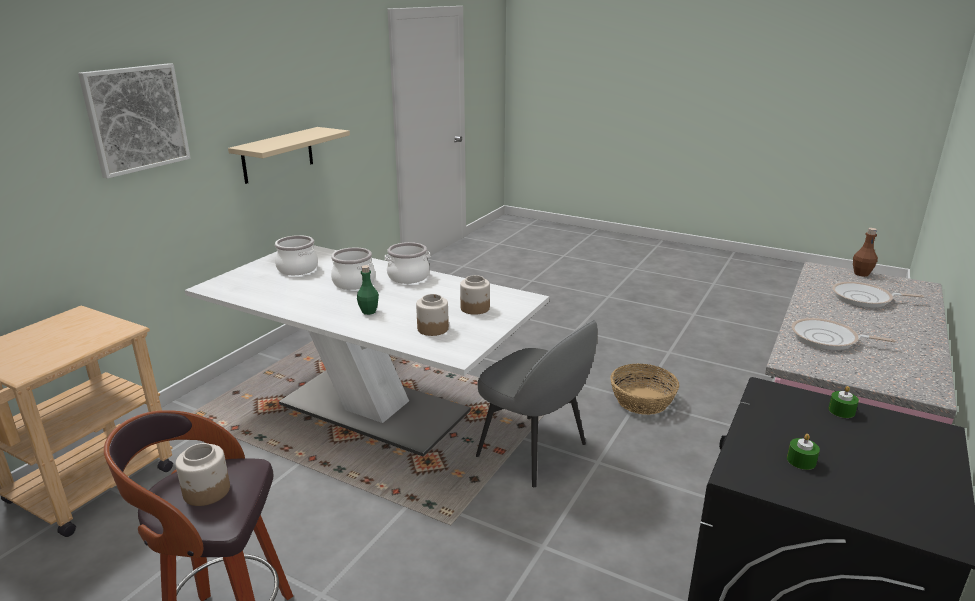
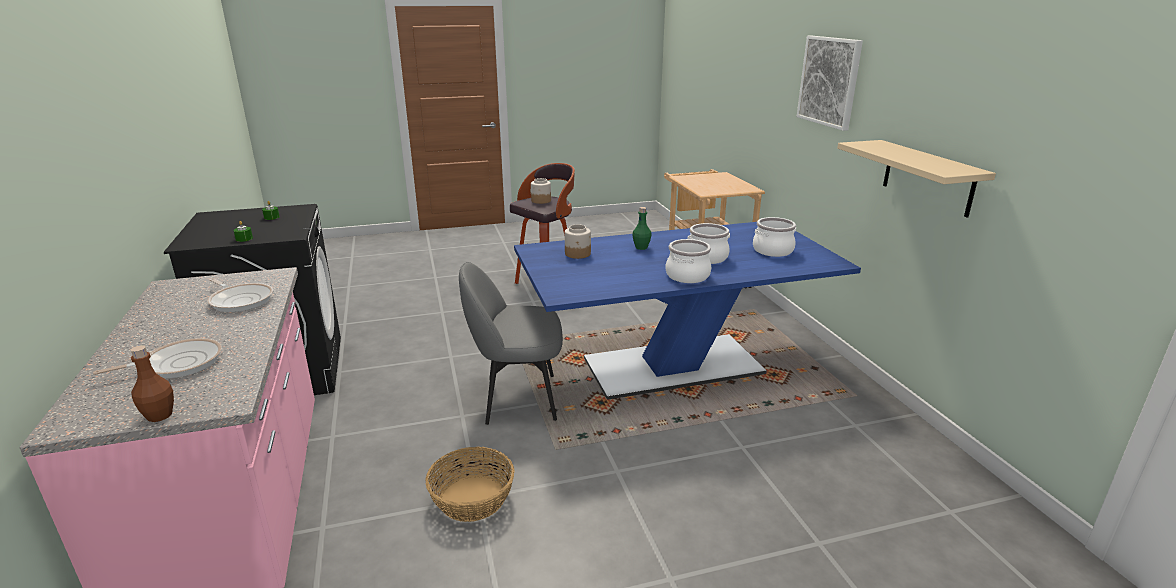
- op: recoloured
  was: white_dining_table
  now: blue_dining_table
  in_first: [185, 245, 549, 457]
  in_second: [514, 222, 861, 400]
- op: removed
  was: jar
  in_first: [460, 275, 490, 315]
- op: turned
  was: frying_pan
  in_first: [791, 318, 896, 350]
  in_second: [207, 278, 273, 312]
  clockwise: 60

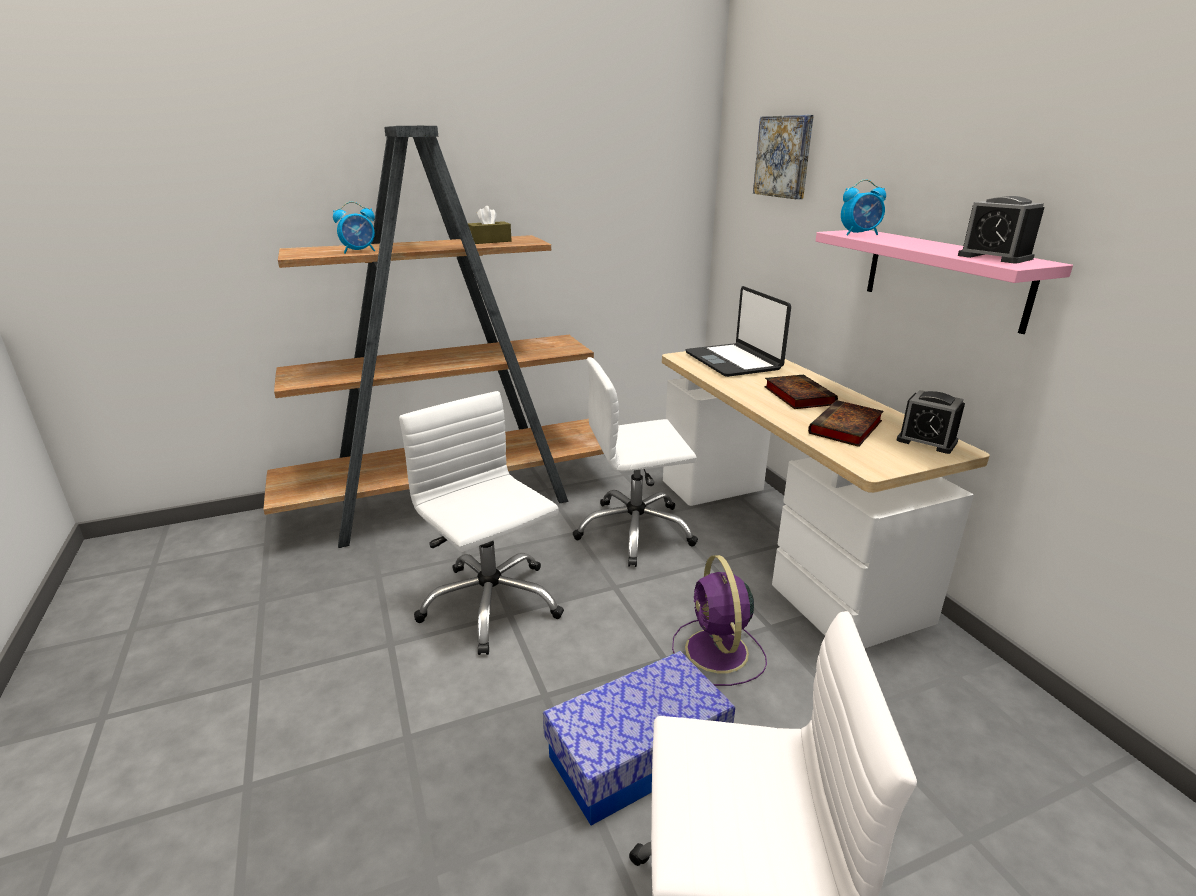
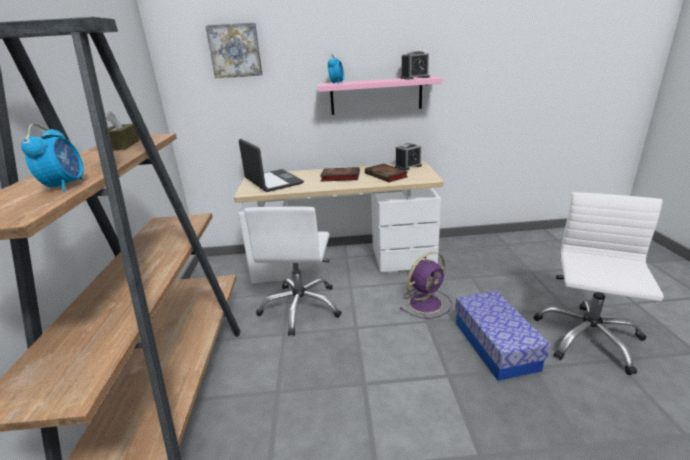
- op: turned
  was: laptop
  in_first: [686, 286, 791, 377]
  in_second: [239, 139, 304, 192]
  clockwise: -120
- op: removed
  was: white_office_chair
  in_first: [399, 391, 564, 655]
- op: turned
  was: purple_fan
  in_first: [672, 555, 767, 686]
  in_second: [400, 252, 452, 319]
  clockwise: -45

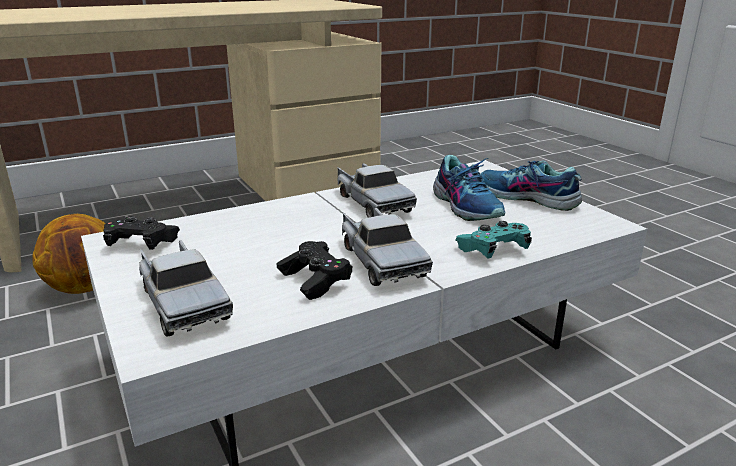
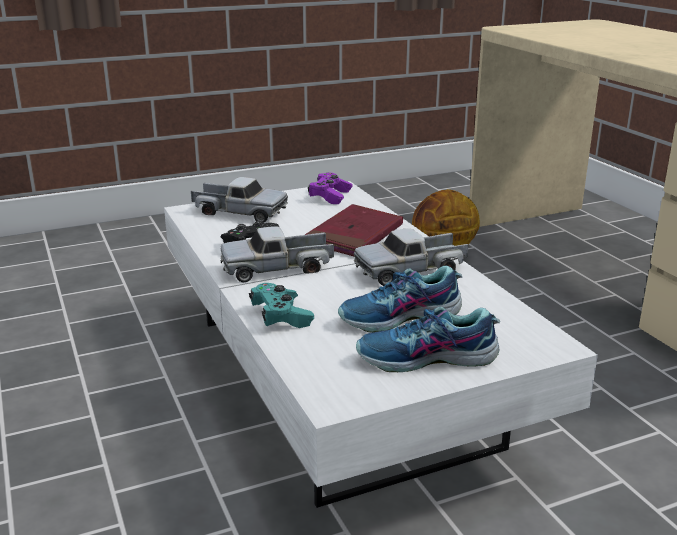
- op: turned
  was: shoe
  in_first: [481, 160, 582, 211]
  in_second: [356, 307, 500, 372]
  clockwise: -135
- op: recoloured
  was: black_game_controller
  now: purple_game_controller
  in_first: [103, 216, 180, 250]
  in_second: [308, 173, 352, 204]
- op: turned
  was: toy_truck
  in_first: [139, 240, 233, 337]
  in_second: [191, 177, 288, 223]
  clockwise: -135
- op: added
  now: red_book
  in_second: [305, 204, 403, 256]

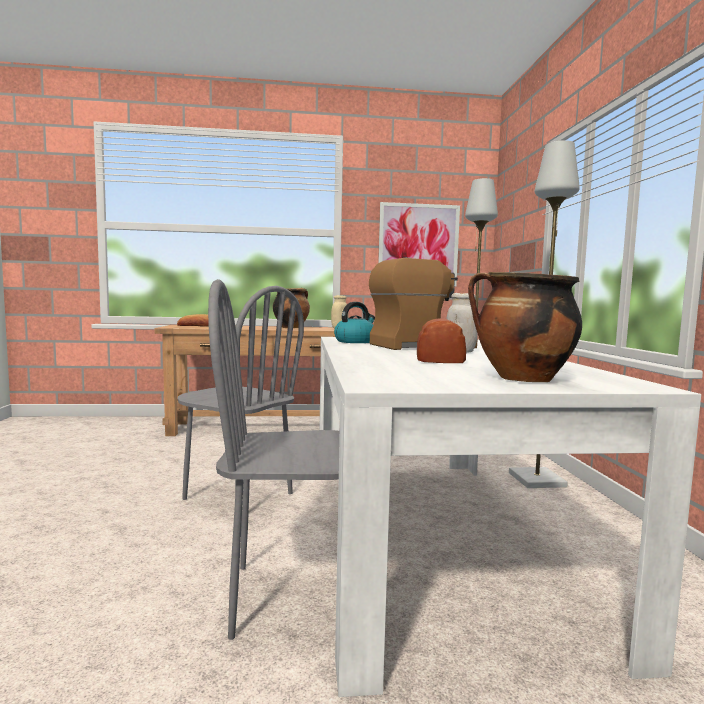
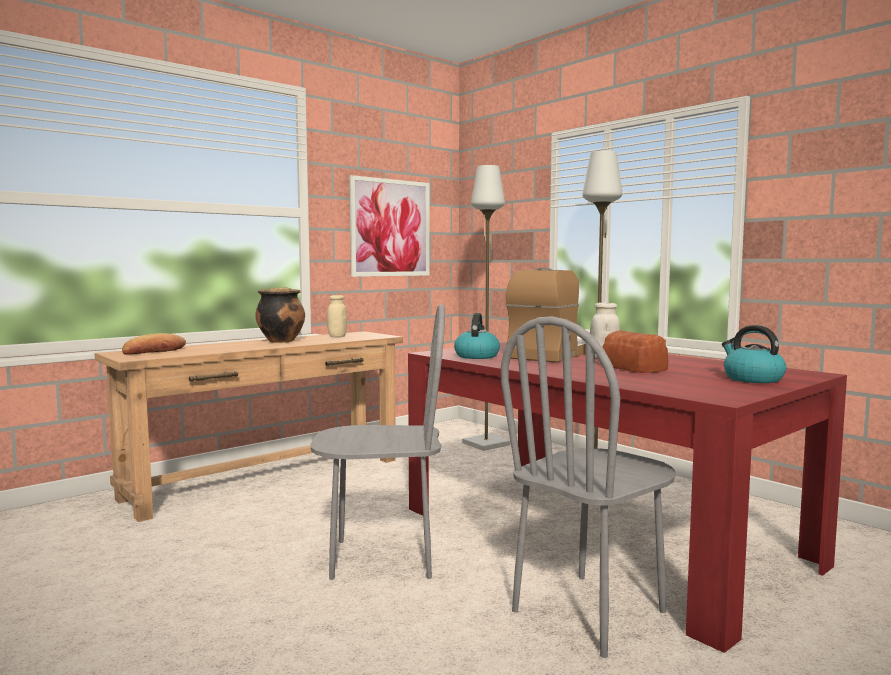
- op: replaced
  was: cooking_pot
  now: kettle
  in_first: [468, 272, 582, 382]
  in_second: [722, 325, 786, 383]
- op: recoloured
  was: white_dining_table
  now: red_dining_table
  in_first: [320, 337, 701, 697]
  in_second: [408, 342, 847, 653]

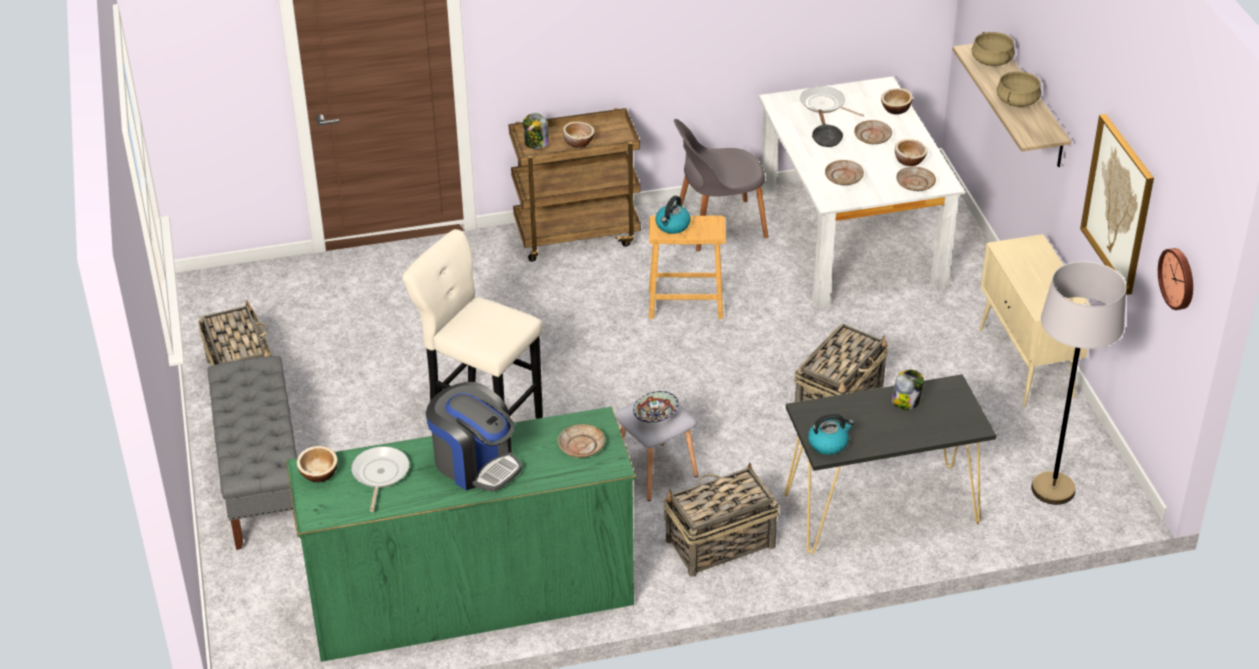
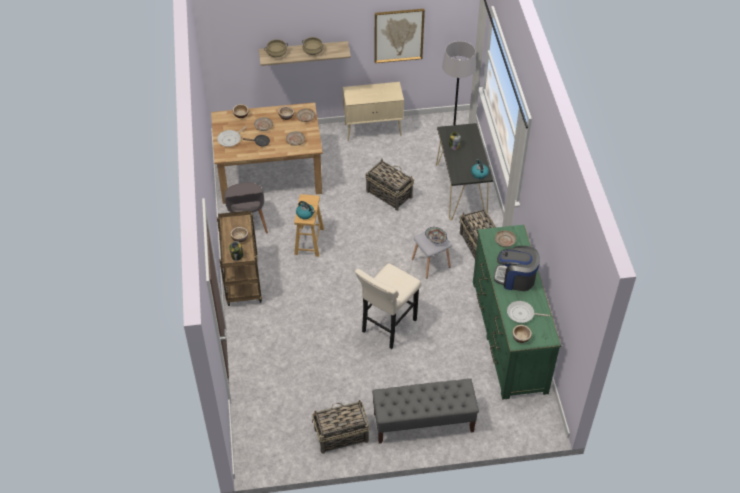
- op: recoloured
  was: white_dining_table
  now: brown_dining_table
  in_first: [758, 77, 965, 309]
  in_second: [211, 102, 323, 204]
- op: removed
  was: wall_clock
  in_first: [1158, 248, 1193, 310]
- op: turned
  was: coffee_machine
  in_first: [426, 382, 522, 491]
  in_second: [494, 246, 540, 291]
  clockwise: -120

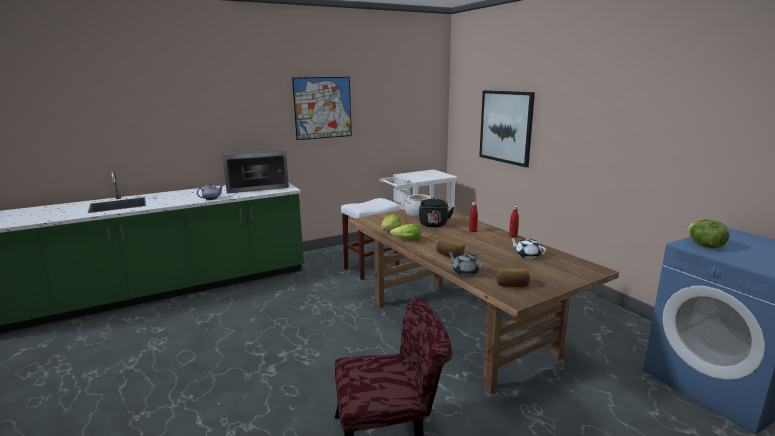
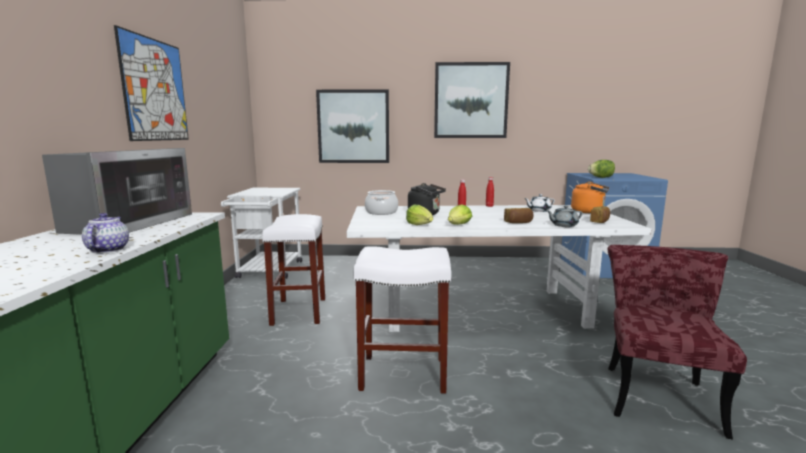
- op: recoloured
  was: brown_dining_table
  now: white_dining_table
  in_first: [348, 209, 619, 394]
  in_second: [347, 205, 652, 332]
- op: added
  now: picture
  in_second: [434, 62, 510, 138]
- op: added
  now: orange_kettle
  in_second: [571, 182, 609, 213]
- op: added
  now: white_stool
  in_second: [353, 246, 451, 394]

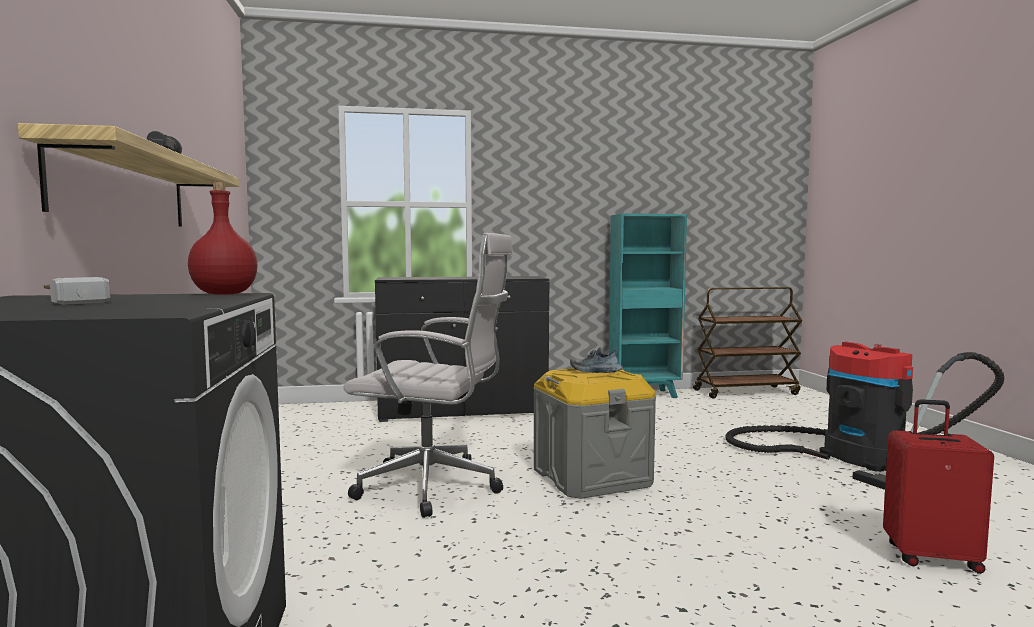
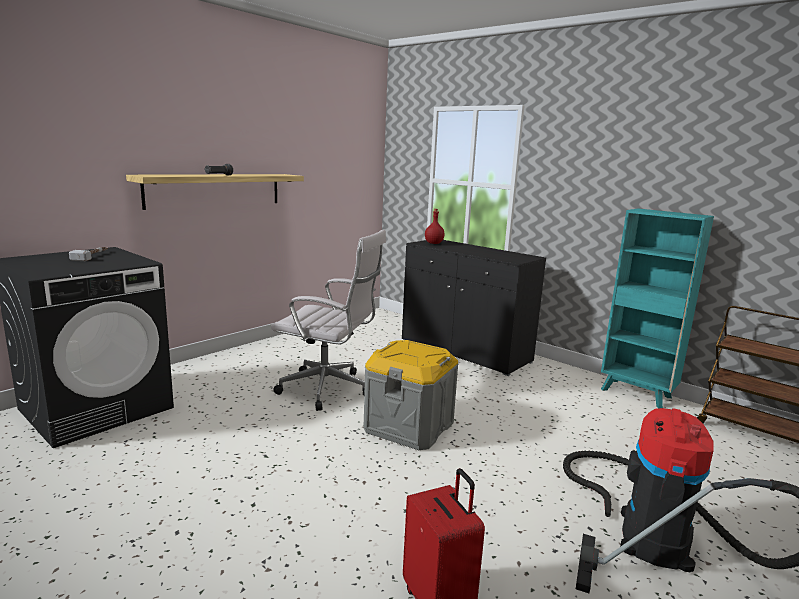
- op: moved
  was: red_bottle
  in_first: [188, 182, 258, 295]
  in_second: [425, 209, 445, 244]
- op: turned
  was: white_office_chair
  in_first: [344, 233, 513, 518]
  in_second: [271, 229, 386, 411]
  clockwise: -45
- op: removed
  was: shoe
  in_first: [570, 347, 623, 373]

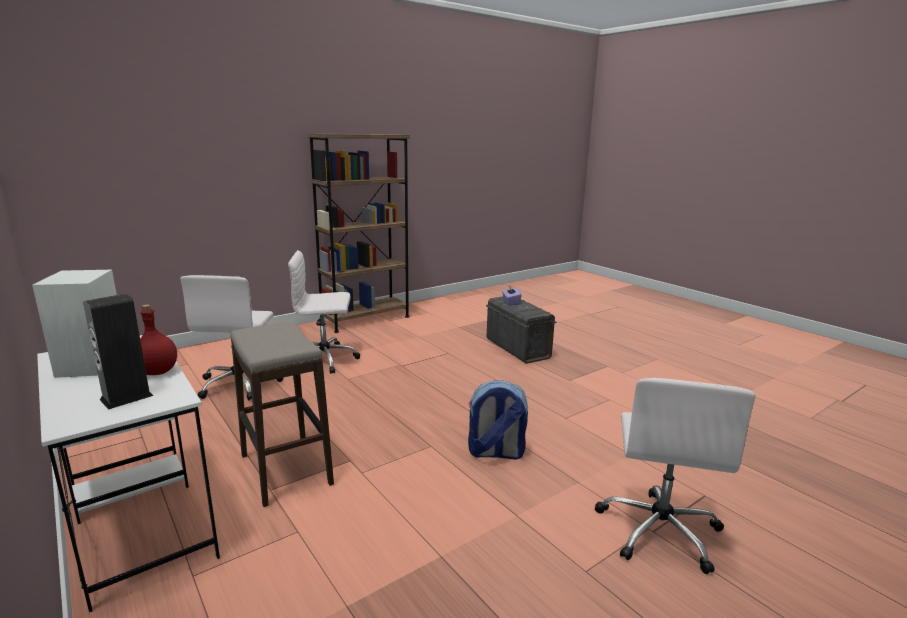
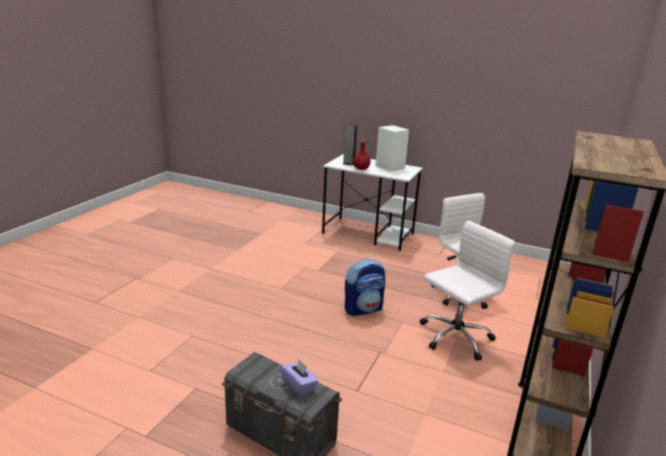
- op: removed
  was: stool
  in_first: [230, 321, 334, 507]
- op: removed
  was: white_office_chair
  in_first: [595, 378, 756, 574]
- op: moved
  was: backpack
  in_first: [468, 380, 528, 460]
  in_second: [345, 259, 386, 316]

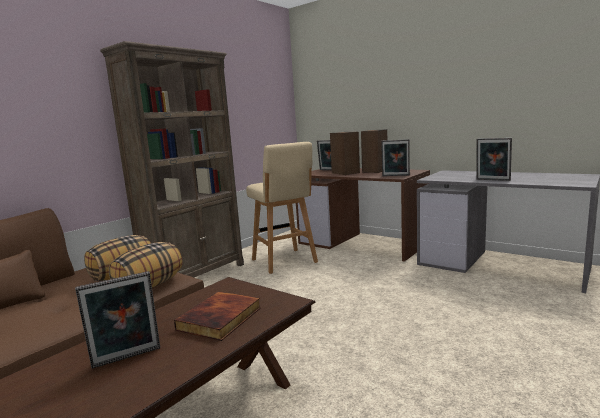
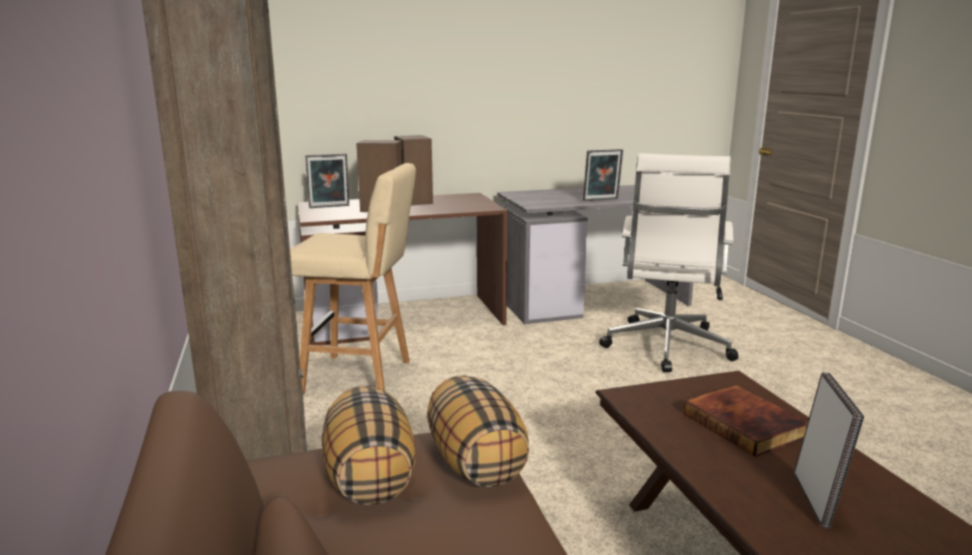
- op: removed
  was: picture_frame
  in_first: [381, 139, 410, 176]
- op: added
  now: white_office_chair
  in_second: [599, 153, 738, 372]

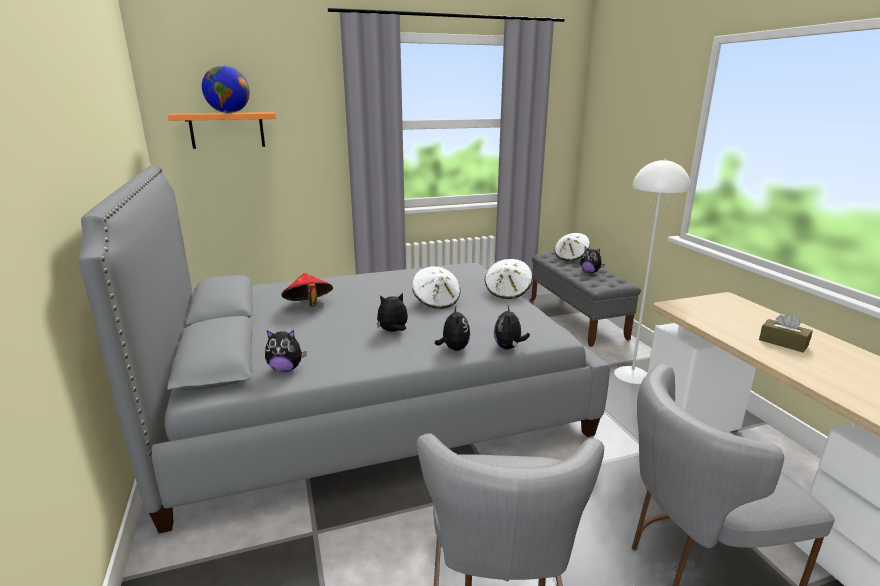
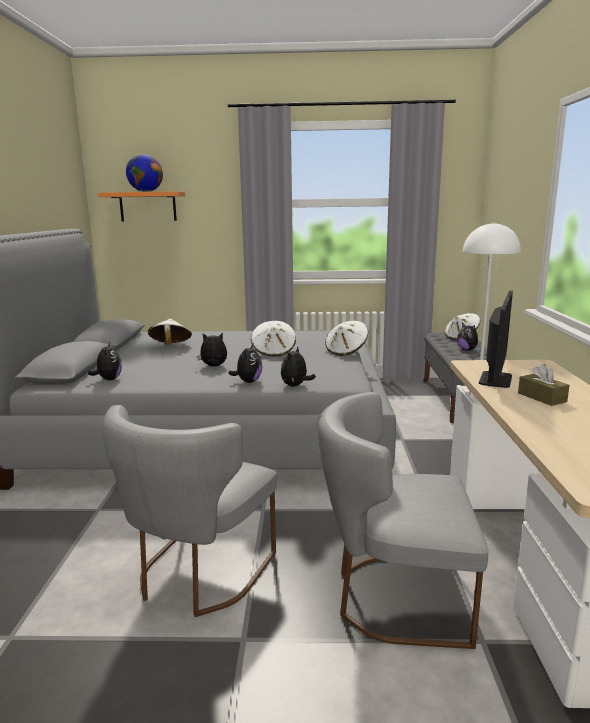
- op: recoloured
  was: red_hat
  now: white_hat
  in_first: [281, 273, 333, 307]
  in_second: [148, 319, 192, 345]
- op: turned
  was: plush_toy
  in_first: [265, 330, 307, 372]
  in_second: [88, 342, 122, 380]
  clockwise: -120
- op: added
  now: monitor
  in_second: [479, 291, 513, 388]

